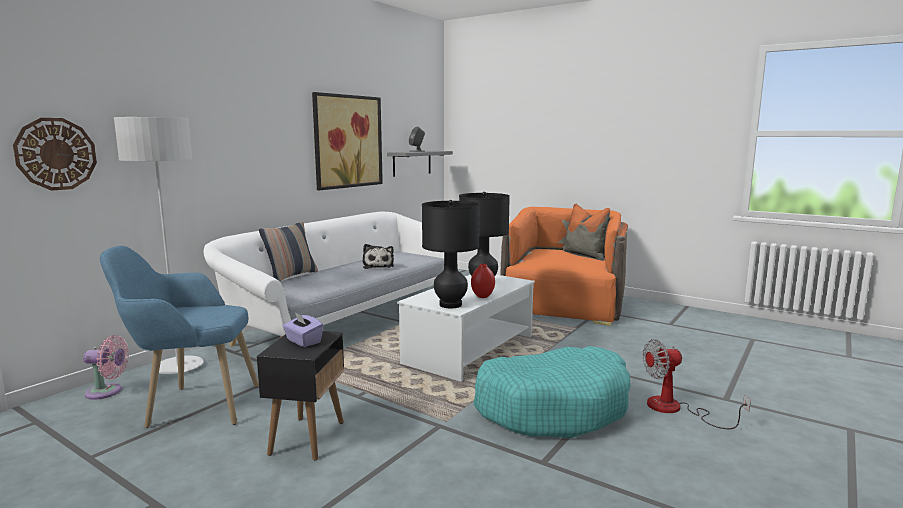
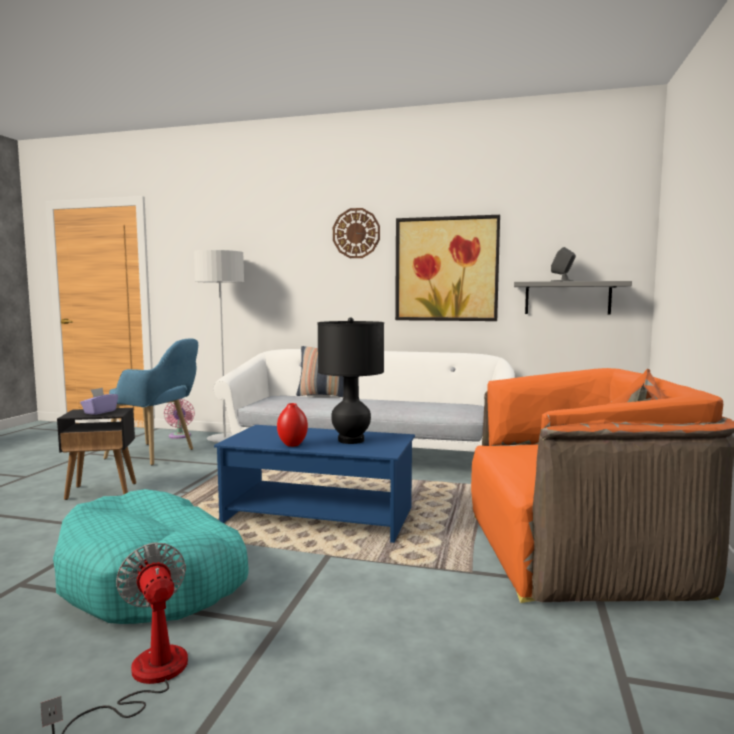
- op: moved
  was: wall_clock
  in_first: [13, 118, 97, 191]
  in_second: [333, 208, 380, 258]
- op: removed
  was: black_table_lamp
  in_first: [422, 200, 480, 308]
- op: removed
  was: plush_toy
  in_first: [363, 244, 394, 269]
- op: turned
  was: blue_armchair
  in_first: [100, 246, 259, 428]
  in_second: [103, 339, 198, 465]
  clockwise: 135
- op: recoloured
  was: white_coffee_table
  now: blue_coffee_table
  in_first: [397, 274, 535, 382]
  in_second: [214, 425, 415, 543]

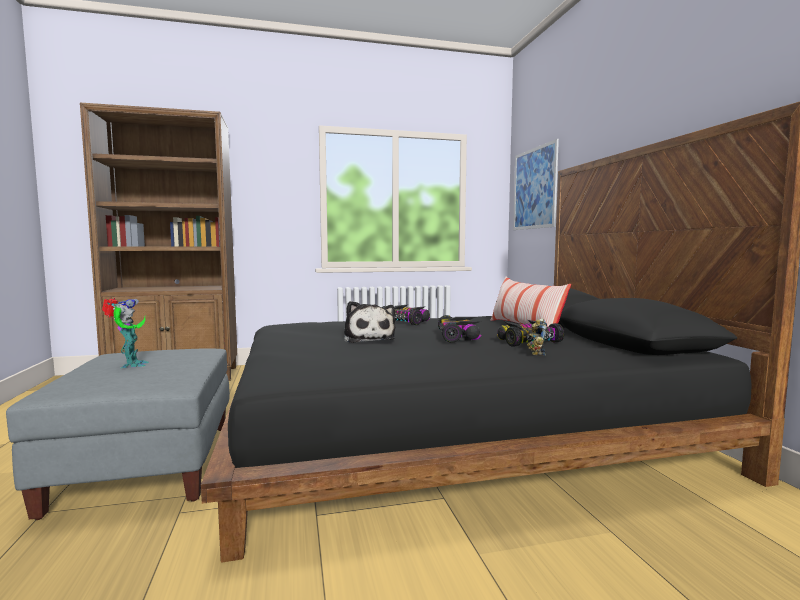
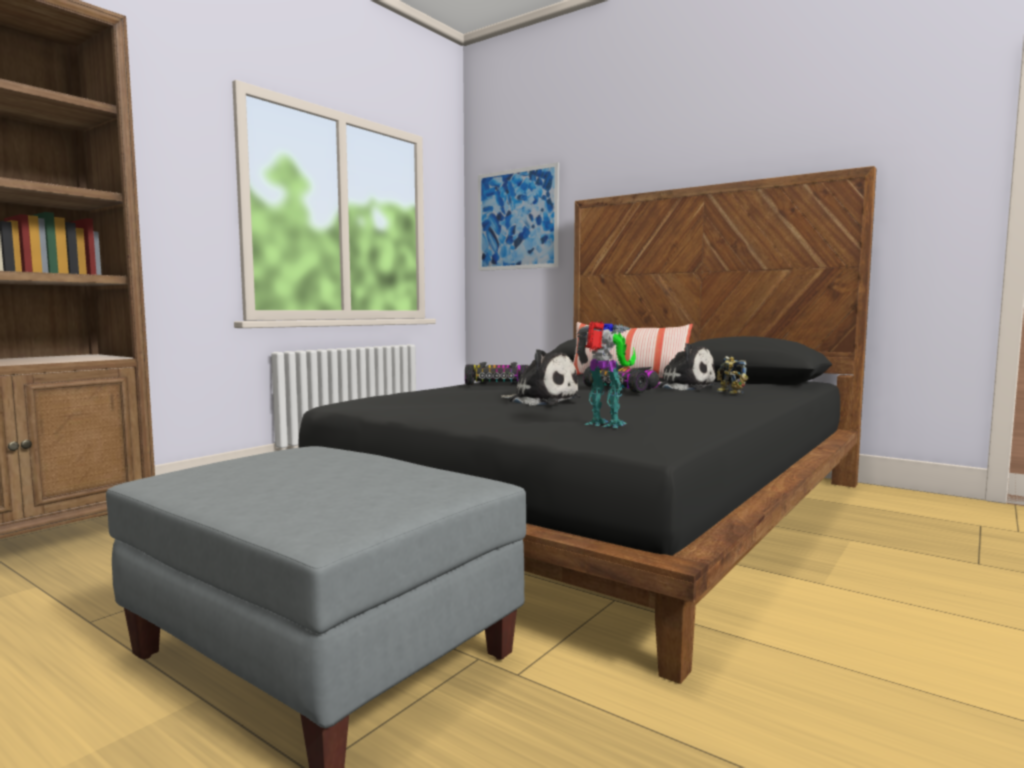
- op: moved
  was: toy_robot
  in_first: [102, 298, 149, 368]
  in_second: [576, 321, 636, 428]
- op: replaced
  was: toy_car
  now: plush_toy
  in_first: [497, 320, 564, 347]
  in_second: [657, 343, 717, 390]

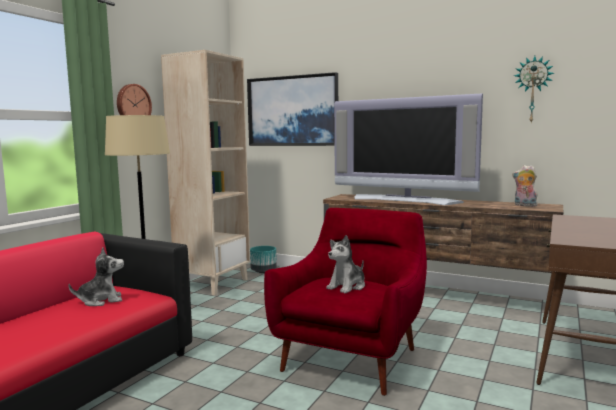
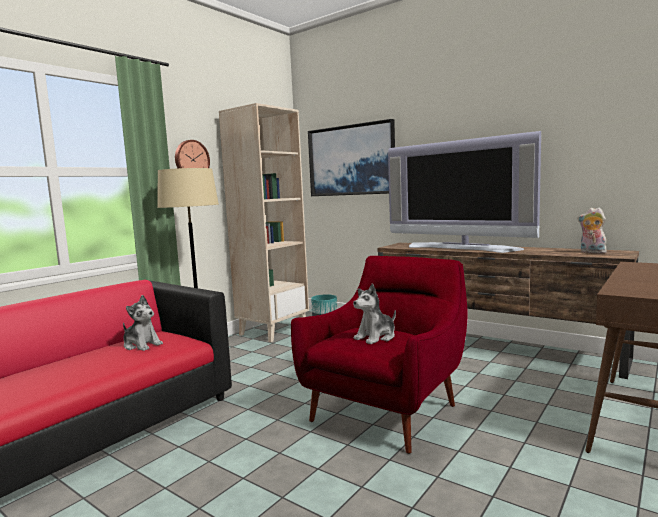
- op: removed
  was: wall_clock
  in_first: [514, 56, 554, 122]
- op: turned
  was: plush_toy
  in_first: [68, 247, 124, 306]
  in_second: [123, 295, 163, 351]
  clockwise: 45

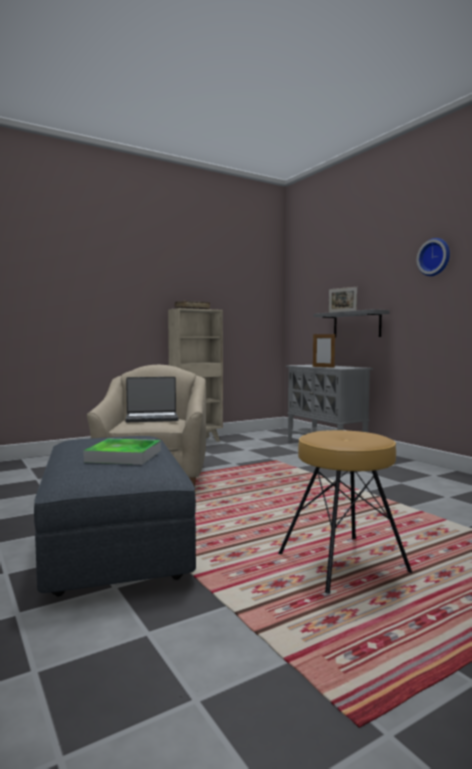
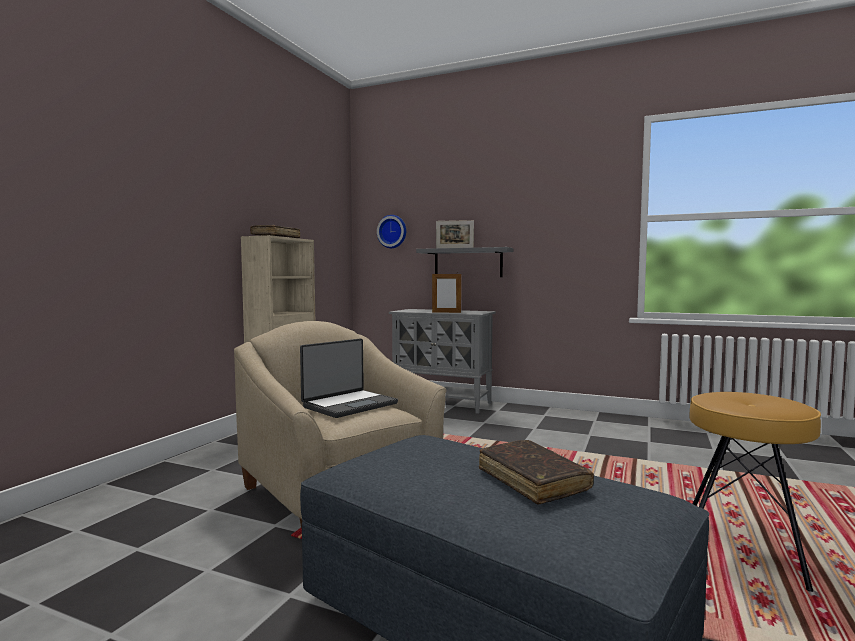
- op: moved
  was: wall_clock
  in_first: [417, 238, 450, 276]
  in_second: [377, 215, 406, 248]
- op: replaced
  was: tray
  now: brown_book
  in_first: [83, 438, 161, 465]
  in_second: [479, 440, 594, 504]

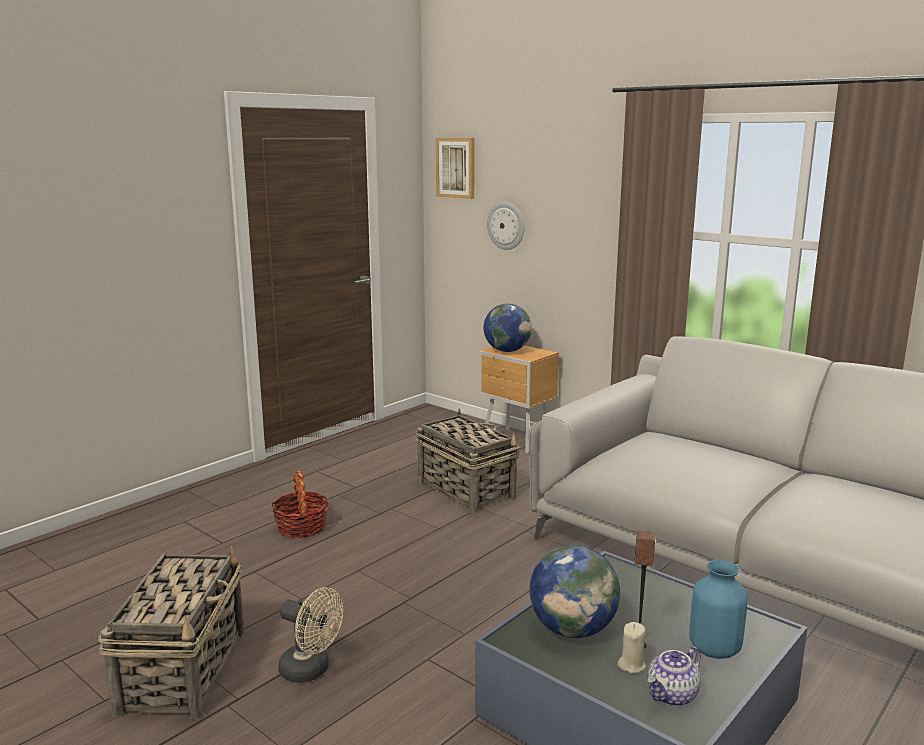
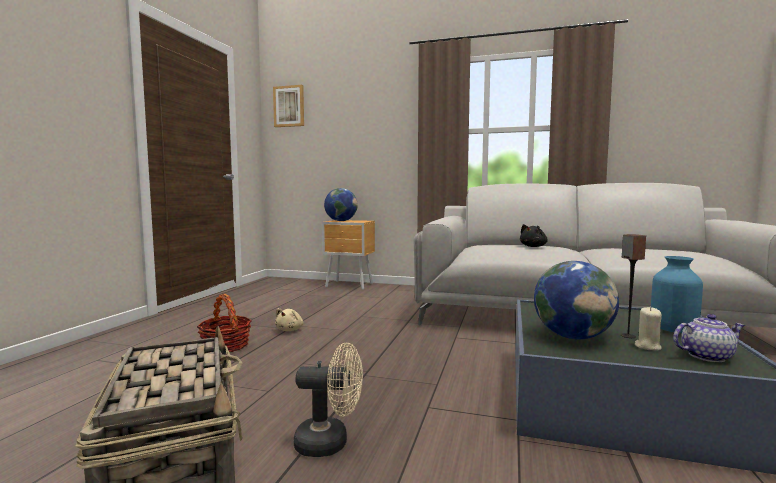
- op: removed
  was: wall_clock
  in_first: [487, 202, 525, 250]
- op: removed
  was: basket
  in_first: [416, 409, 520, 513]
- op: turned
  was: teapot
  in_first: [647, 646, 701, 706]
  in_second: [673, 314, 745, 362]
  clockwise: -120
- op: added
  now: black_plush_toy
  in_second: [520, 224, 548, 247]
- op: added
  now: beige_plush_toy
  in_second: [275, 308, 303, 331]

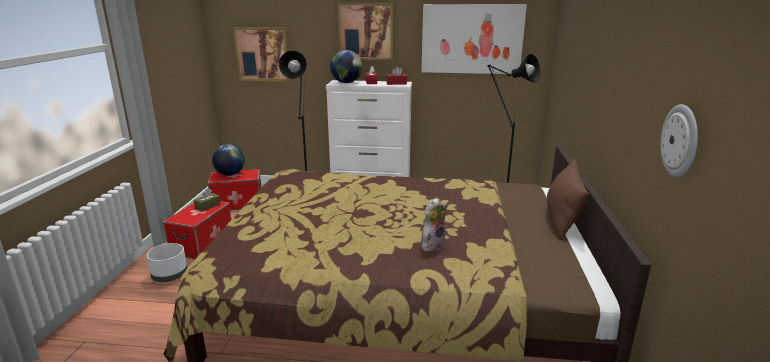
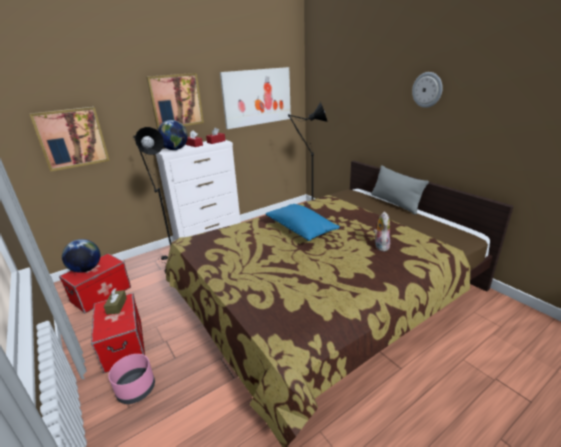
- op: moved
  was: wall_clock
  in_first: [660, 104, 698, 178]
  in_second: [412, 72, 443, 108]
- op: recoloured
  was: brown_pillow
  now: grey_pillow
  in_first: [547, 159, 589, 240]
  in_second: [371, 165, 429, 214]
- op: recoloured
  was: white_planter
  now: pink_planter
  in_first: [146, 243, 187, 282]
  in_second: [108, 354, 155, 404]
- op: added
  now: blue_pillow
  in_second: [266, 204, 340, 241]

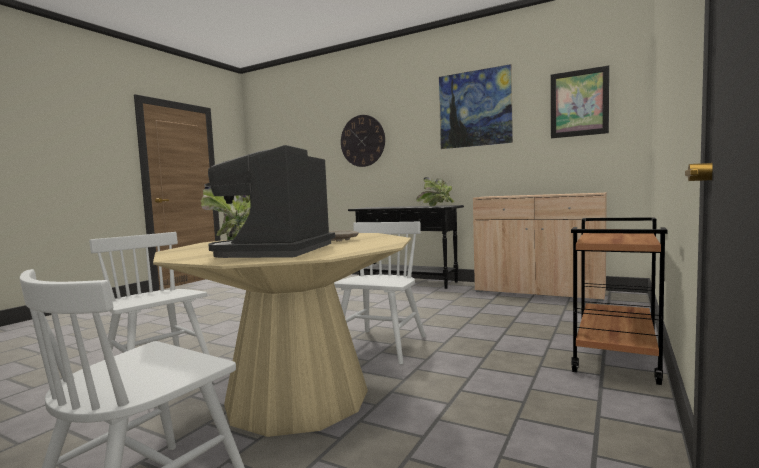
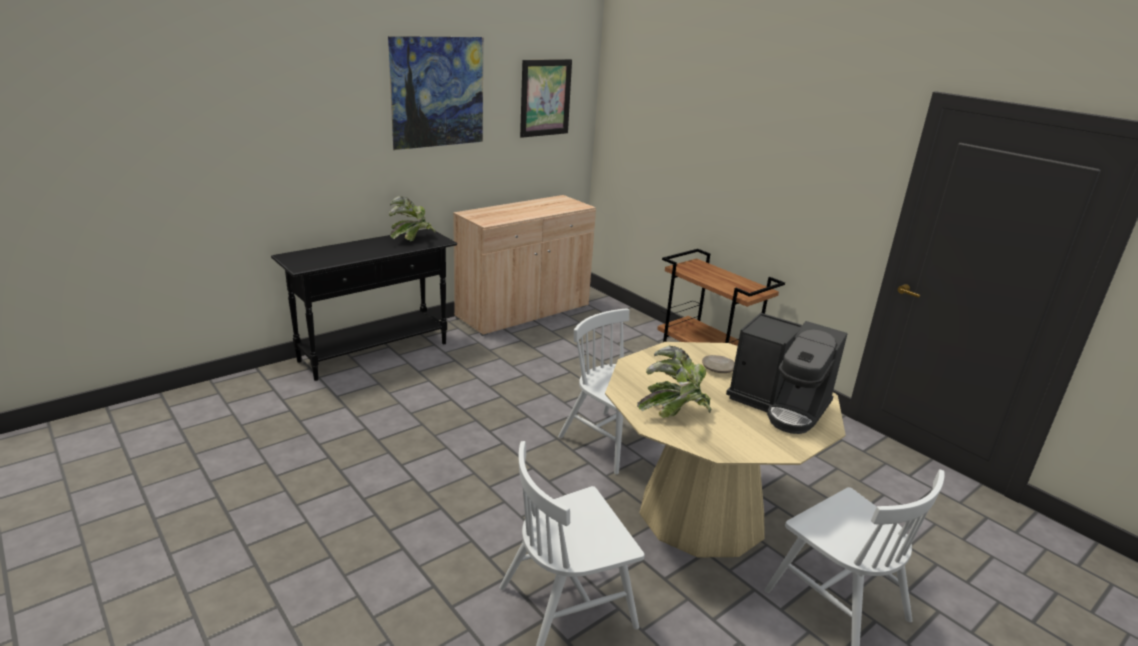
- op: removed
  was: wall_clock
  in_first: [341, 115, 385, 167]

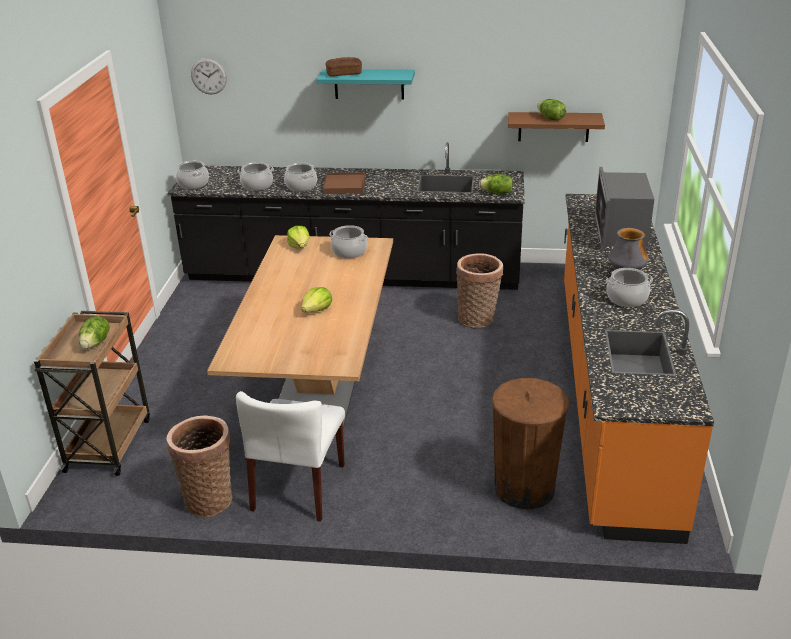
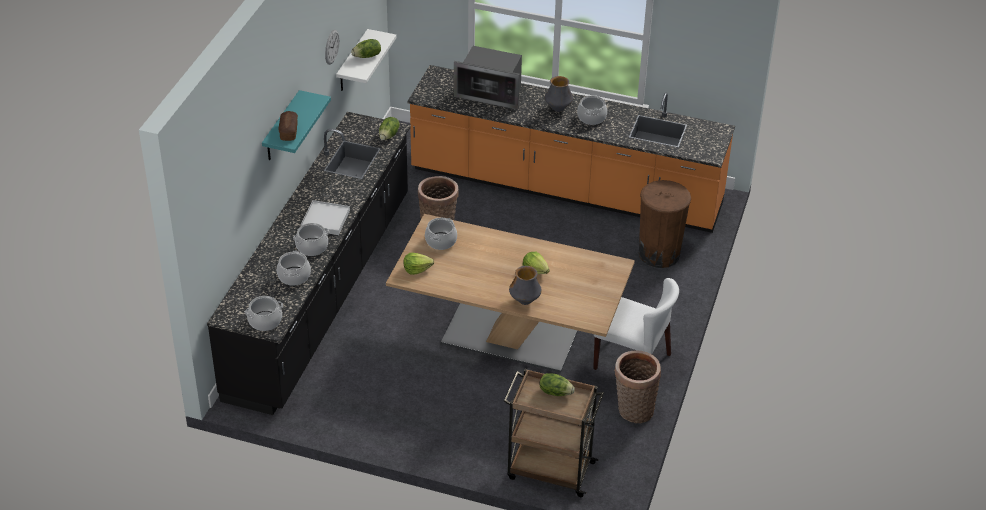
- op: moved
  was: wall_clock
  in_first: [191, 58, 227, 95]
  in_second: [325, 30, 340, 65]
- op: recoloured
  was: brown_shelf
  now: white_shelf
  in_first: [508, 112, 605, 142]
  in_second: [336, 29, 397, 91]
- op: recoloured
  was: brown_tray
  now: white_tray
  in_first: [323, 172, 365, 194]
  in_second: [301, 200, 350, 235]
- op: added
  now: vase
  in_second: [509, 266, 542, 305]

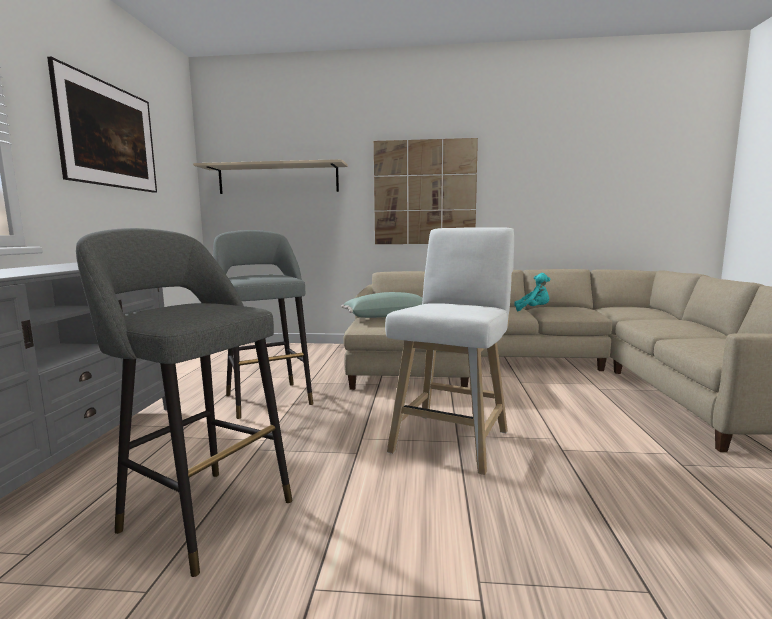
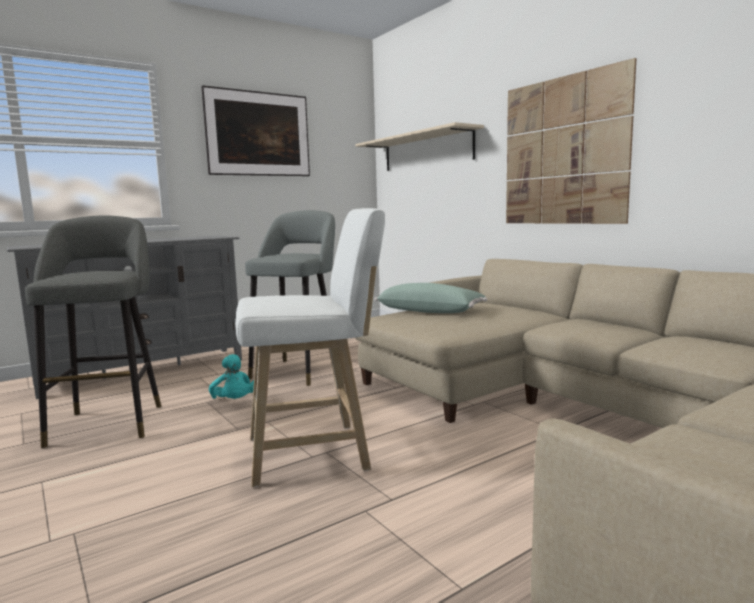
- op: moved
  was: turquoise_plush_toy
  in_first: [514, 273, 550, 311]
  in_second: [209, 354, 254, 399]

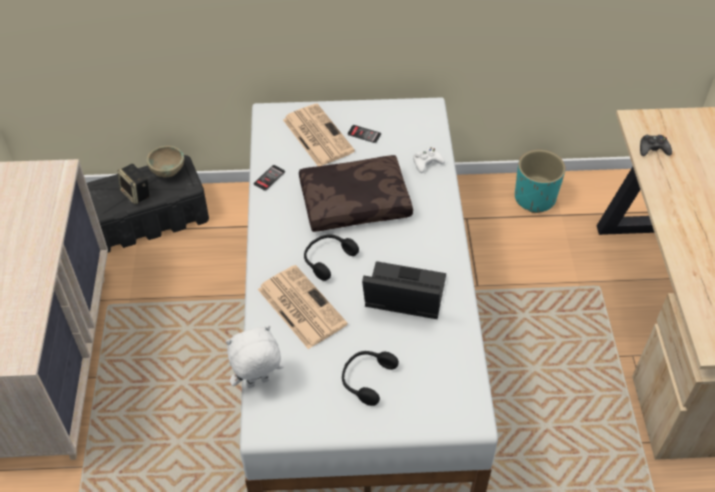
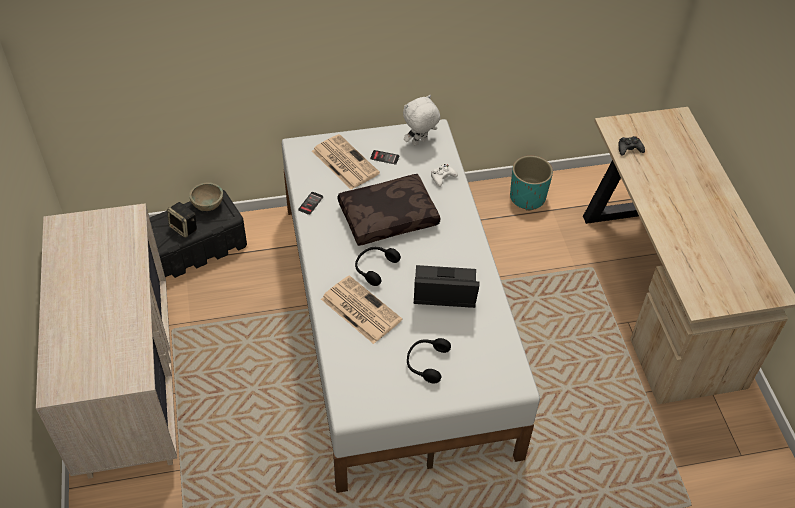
- op: moved
  was: white_plush_toy
  in_first: [226, 326, 284, 388]
  in_second: [403, 95, 440, 146]

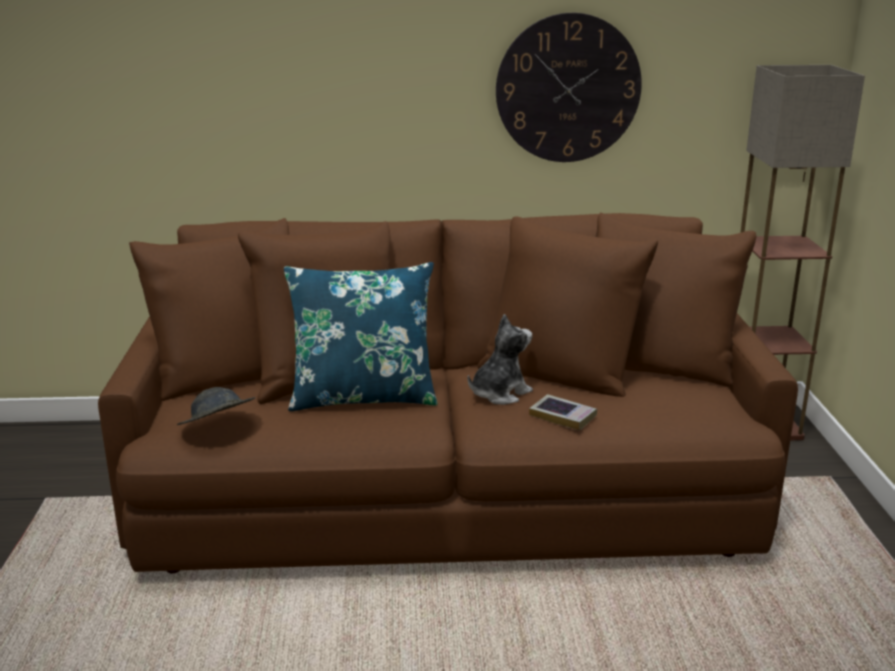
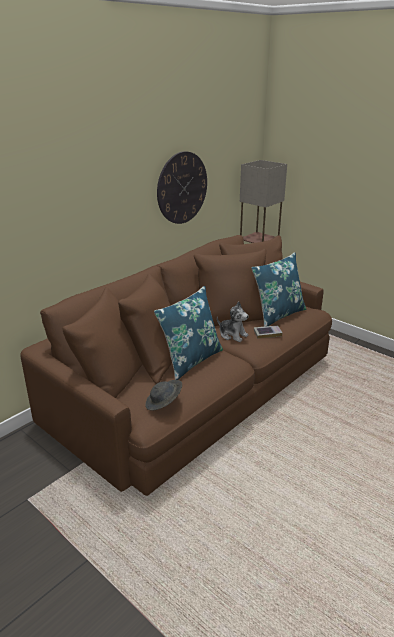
- op: turned
  was: plush_toy
  in_first: [468, 314, 533, 405]
  in_second: [217, 301, 249, 342]
  clockwise: 120
- op: added
  now: blue_pillow
  in_second: [252, 252, 306, 327]

